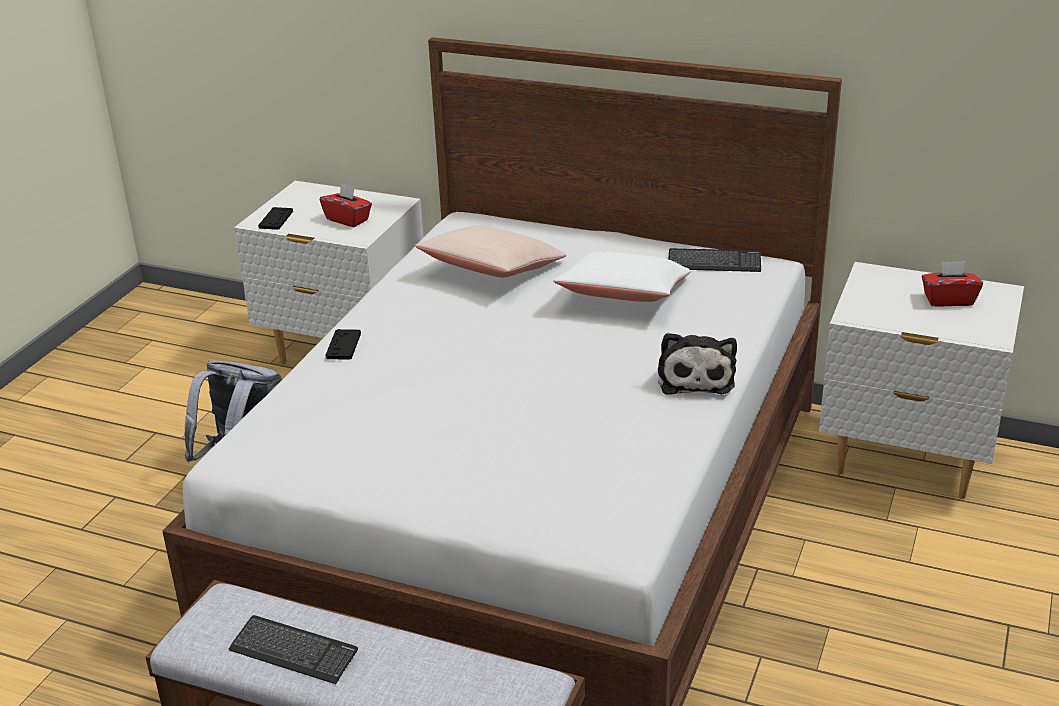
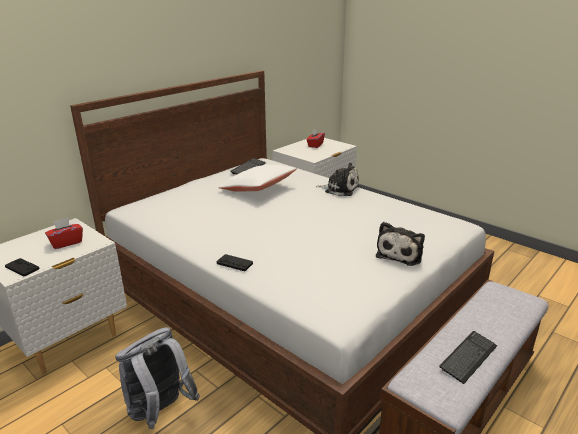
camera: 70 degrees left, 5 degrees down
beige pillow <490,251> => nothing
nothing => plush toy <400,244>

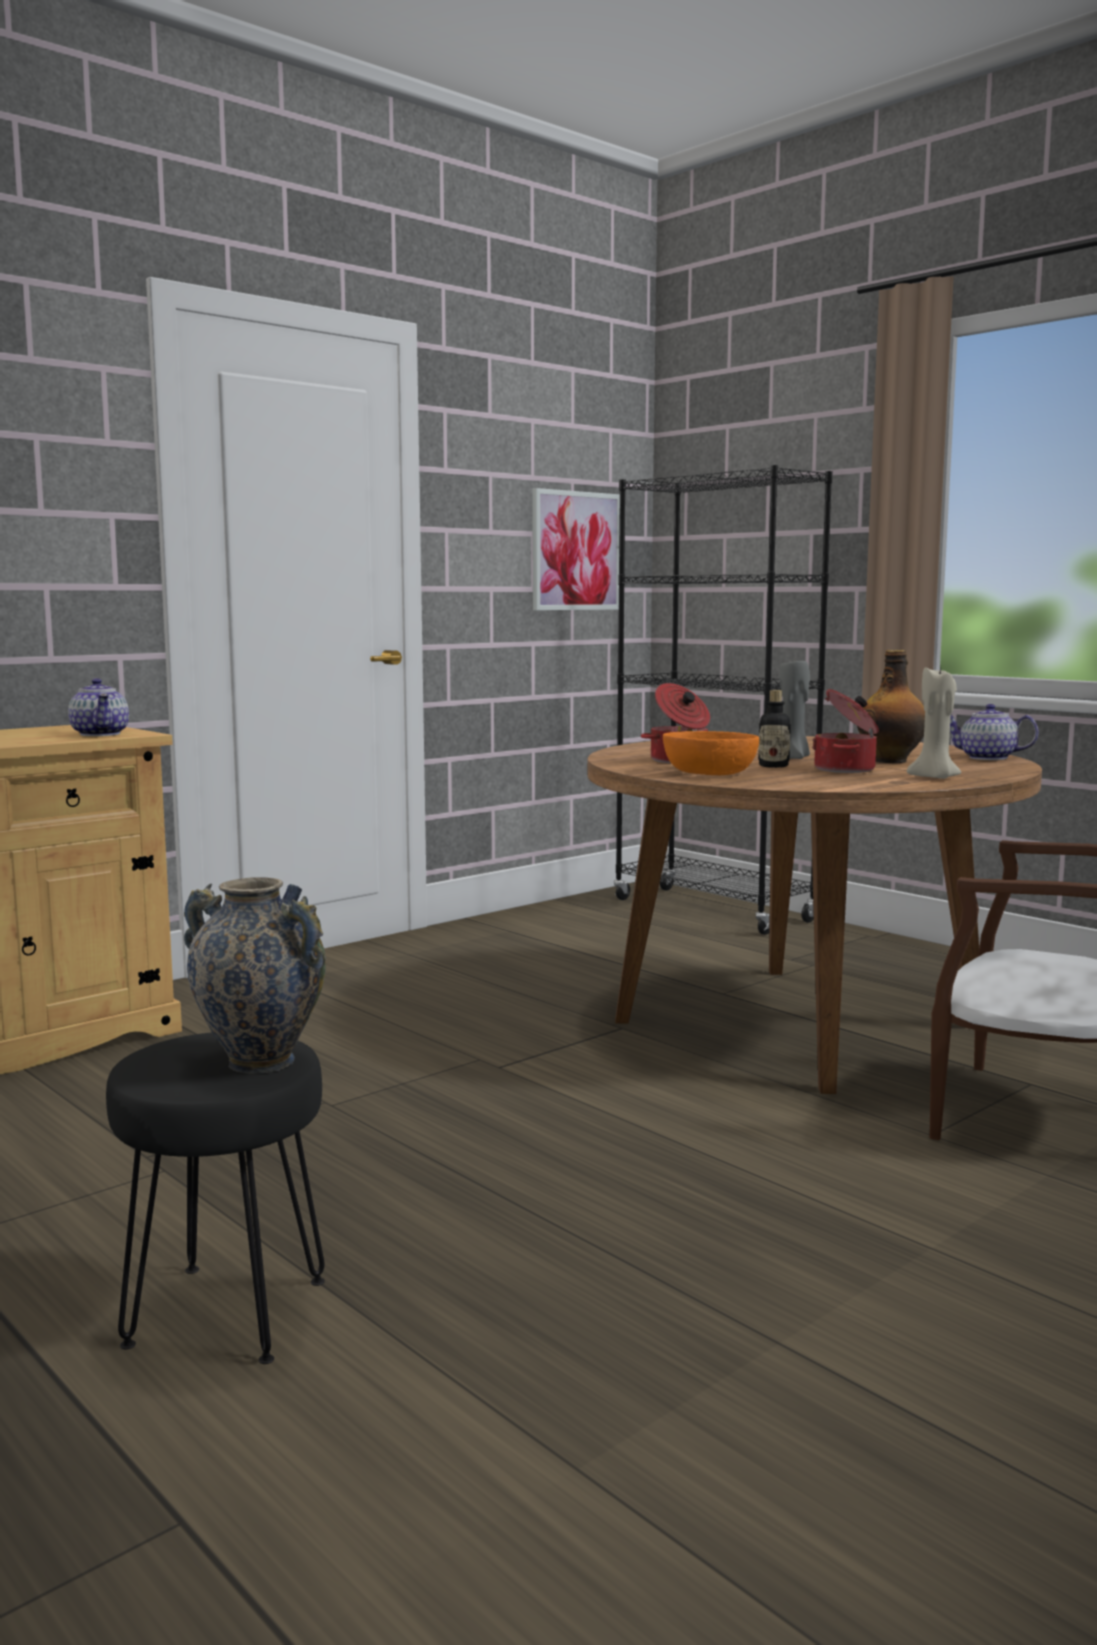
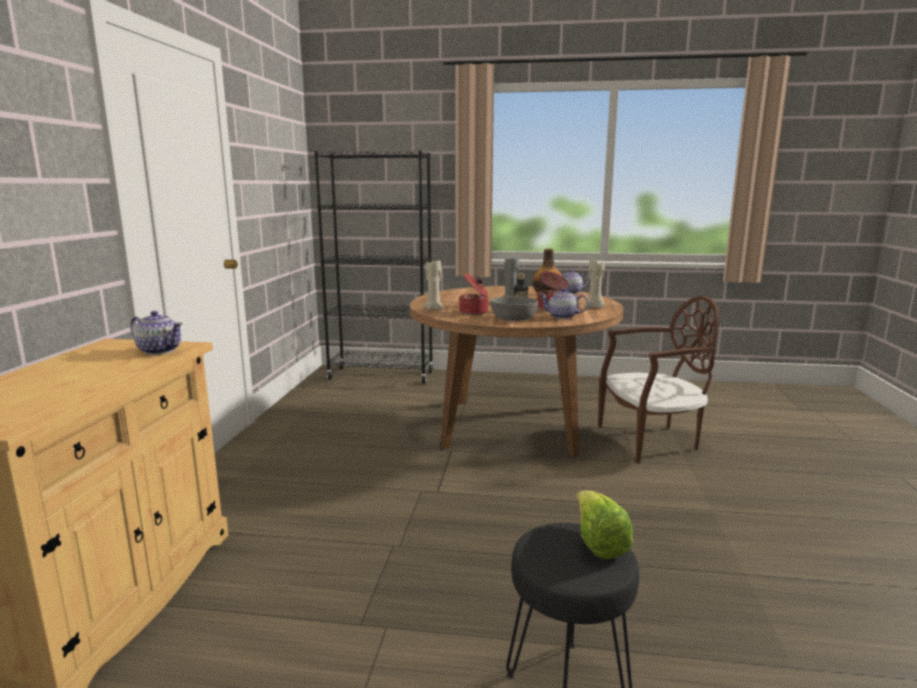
camera: 40 degrees left, 5 degrees up
picture <576,549> => nothing
orange bowl <711,753> => grey bowl <514,309>
vase <255,975> => lettuce <604,524>
nothing => beige candle <433,285>
nothing => teapot <564,303>

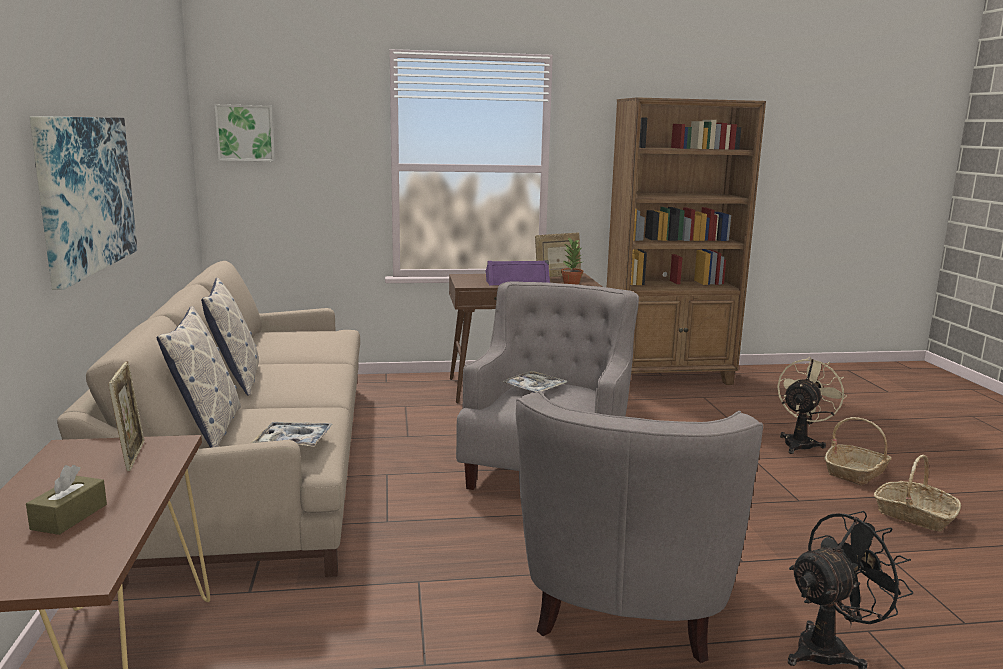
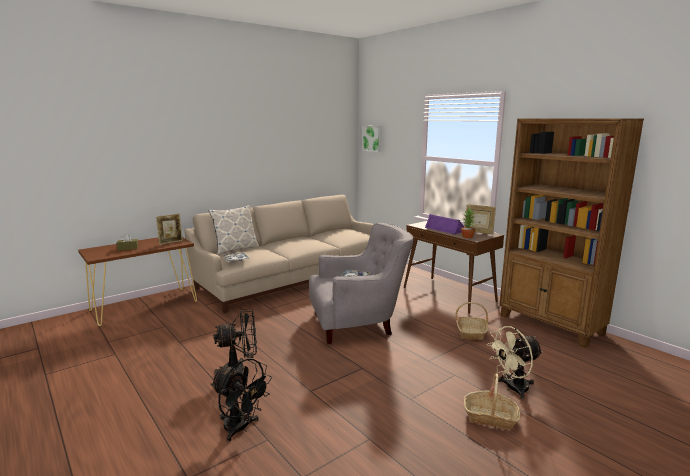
camera: 60 degrees right, 0 degrees up
picture <84,203> => nothing
pillow <230,337> => nothing
beige fan <812,405> => beige fan <515,362>, 150 degrees clockwise
grey armchair <639,527> => black fan <235,341>
basket <917,493> => basket <471,321>, move

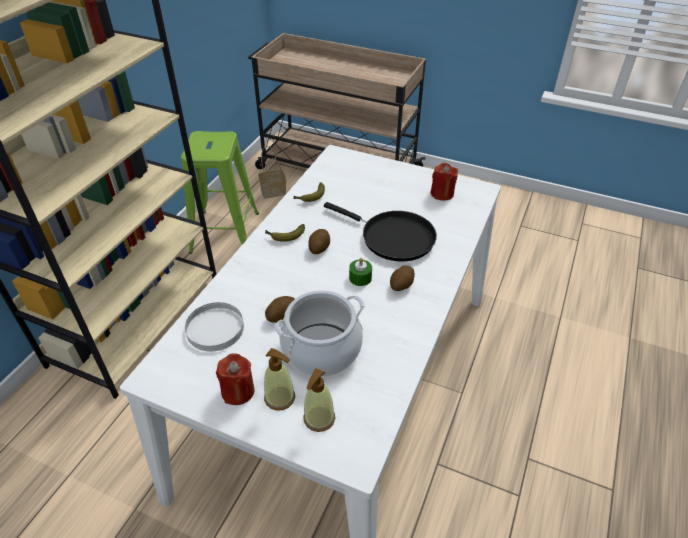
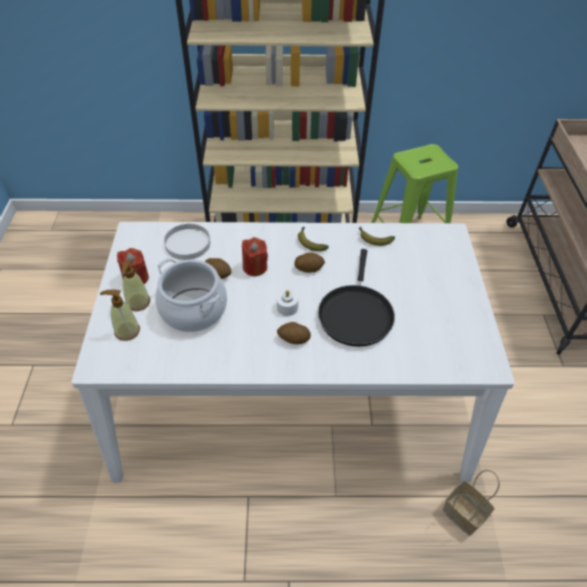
camera: 65 degrees right, 5 degrees up
basket <272,172> => basket <471,503>, move
red candle <444,181> => red candle <255,256>, move
green candle <360,272> => white candle <287,303>

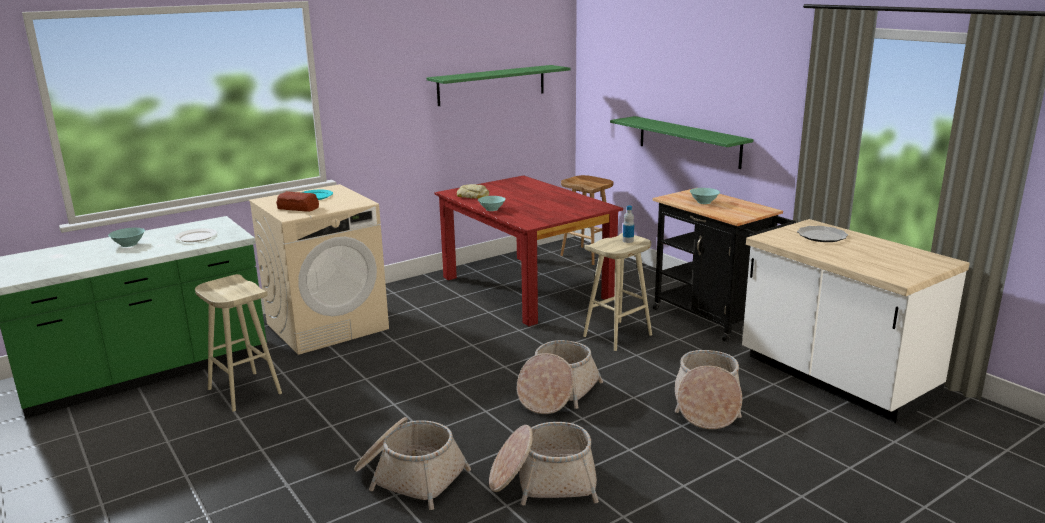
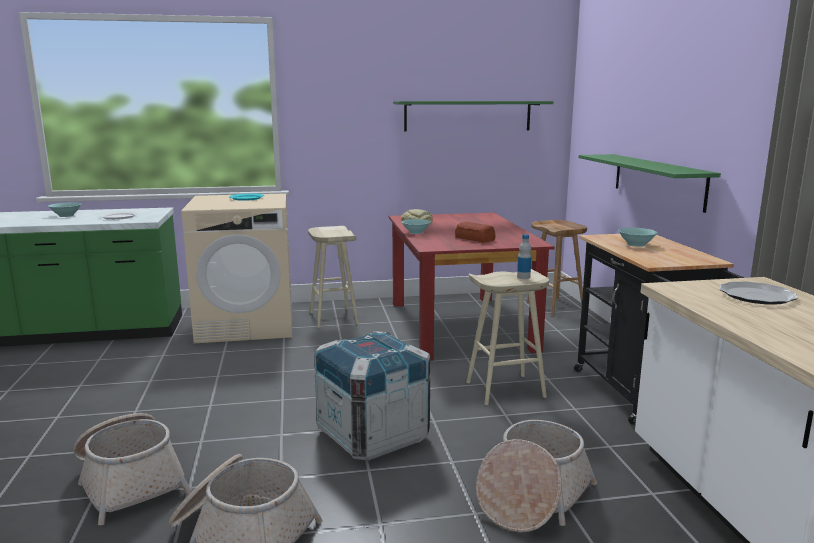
camera: 25 degrees right, 5 degrees down
bread <297,201> => bread <475,232>, move
beige stool <238,343> => beige stool <333,277>, move
basket <560,377> => crate <372,396>

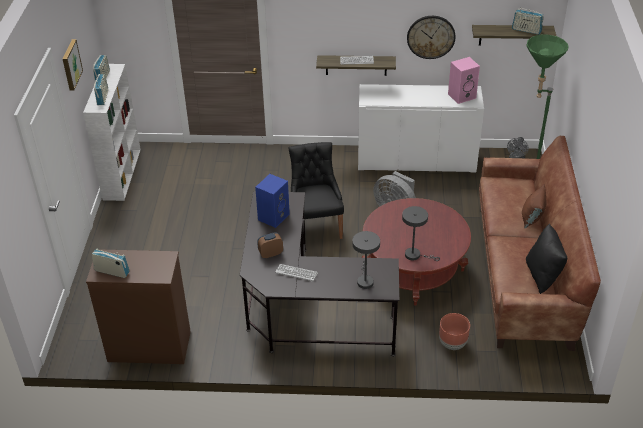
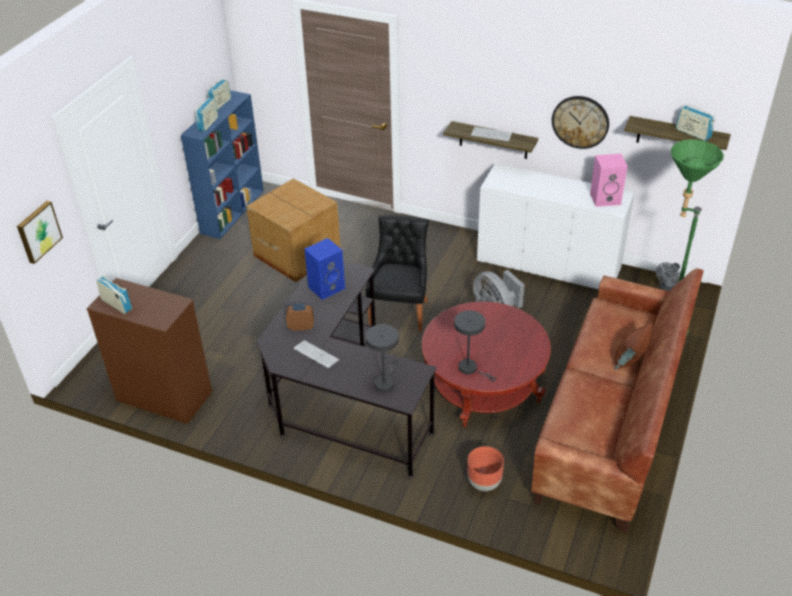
camera: 20 degrees right, 0 degrees up
picture <73,65> => picture <40,232>, move
white bookcase <112,132> => blue bookcase <222,164>
black pillow <546,258> => nothing
nothing => cardboard box <293,230>

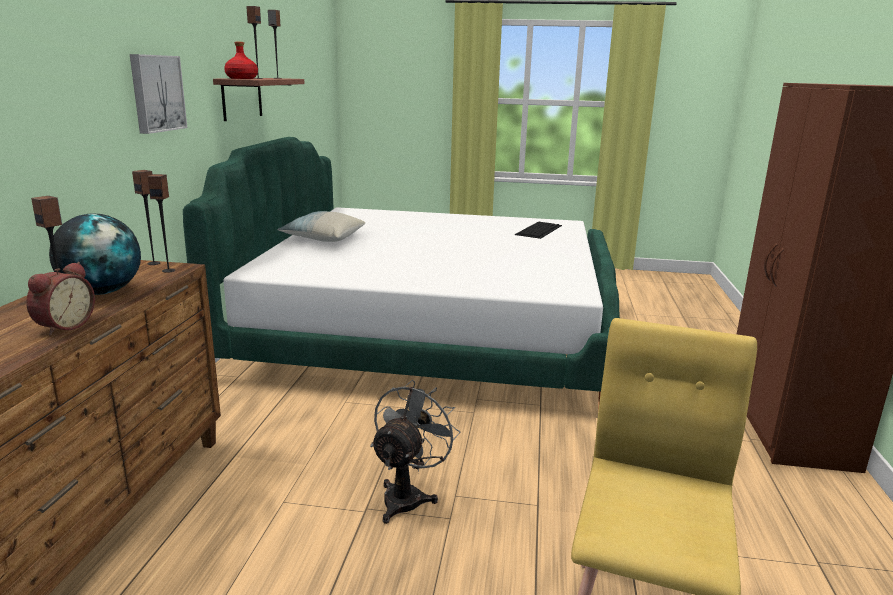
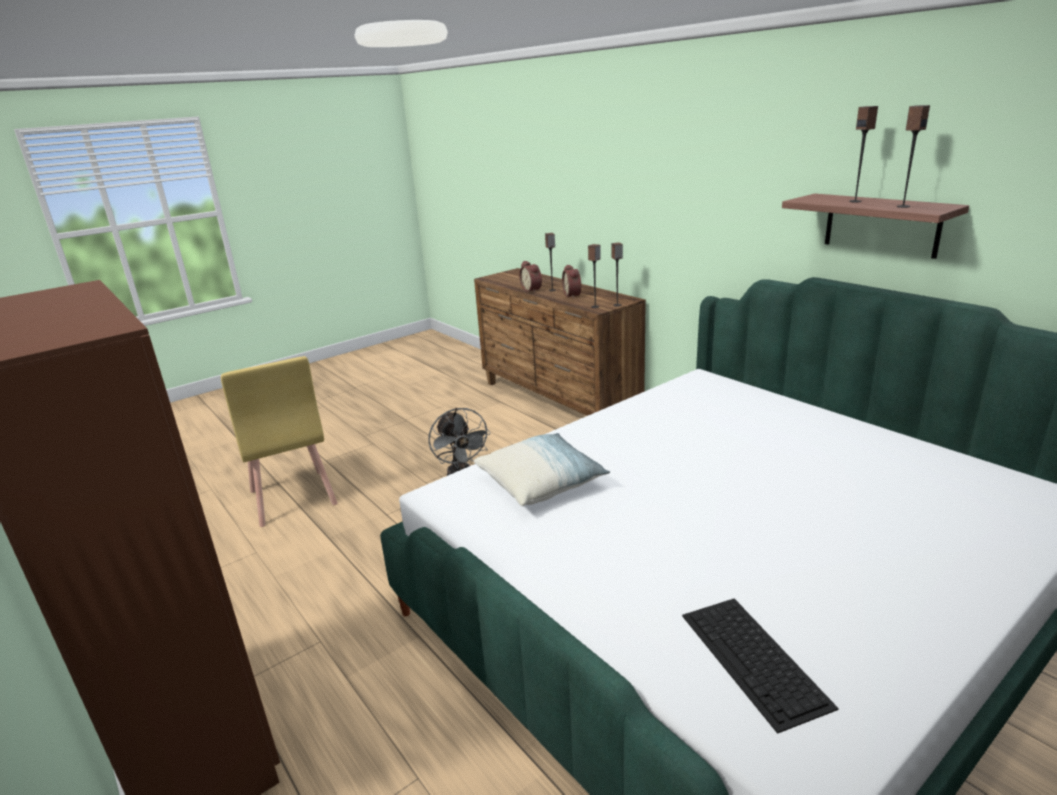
camera: 135 degrees right, 5 degrees up
red bottle <241,60> => nothing
picture <158,94> => nothing
pillow <321,226> => pillow <542,469>, move
globe <95,254> => alarm clock <571,281>

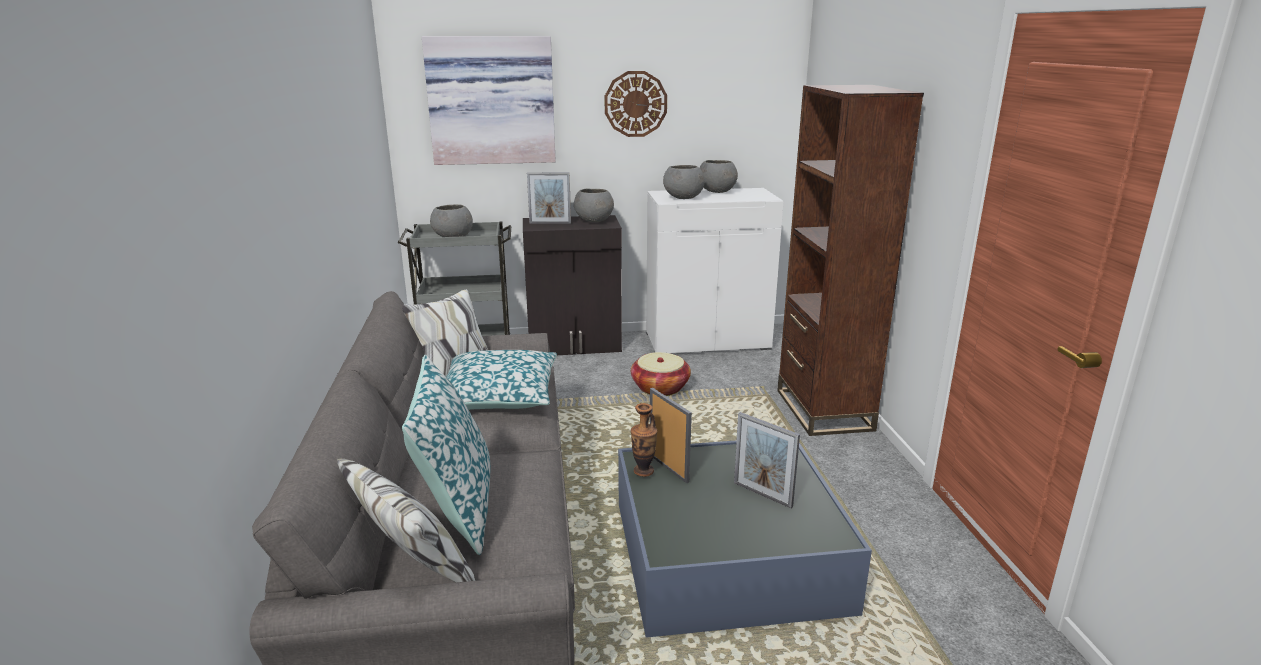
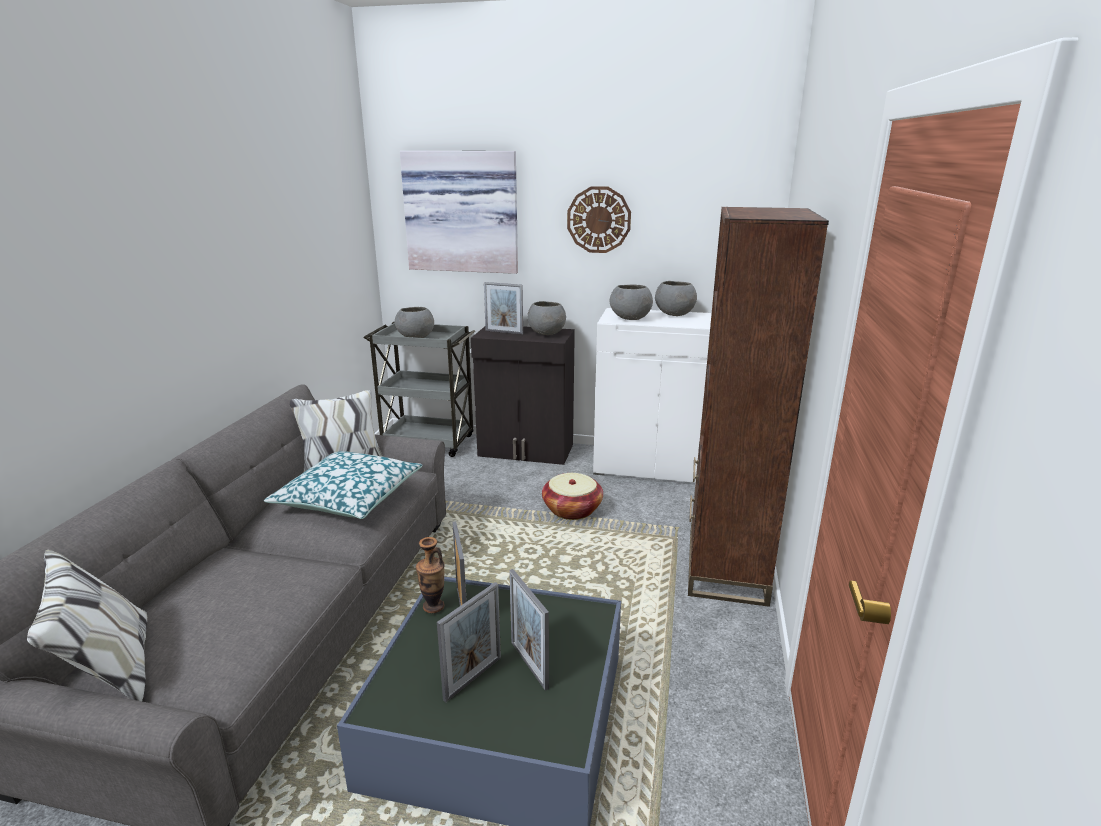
camera: 20 degrees right, 0 degrees up
pillow <446,454> => nothing
nothing => picture frame <469,642>

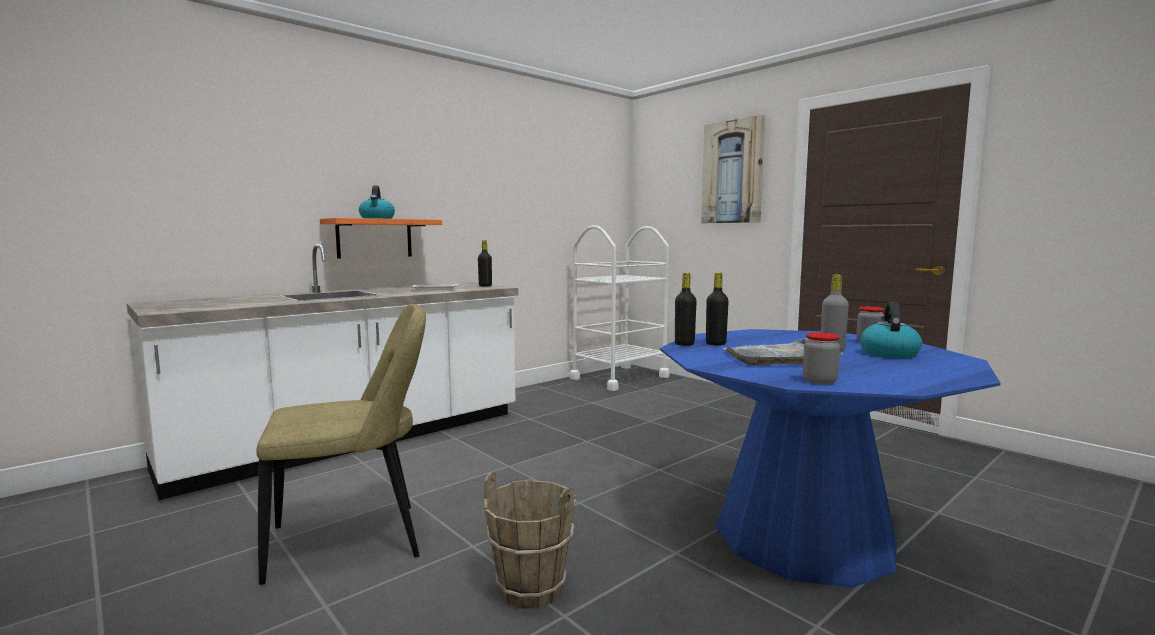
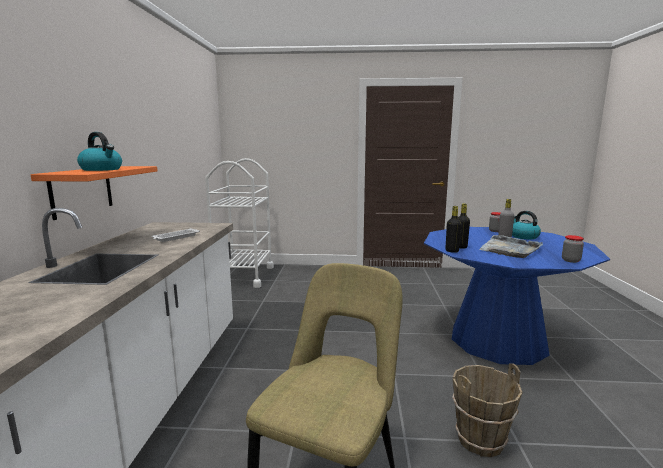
camera: 45 degrees left, 5 degrees up
picture <733,169> => nothing
black bottle <485,263> => nothing

